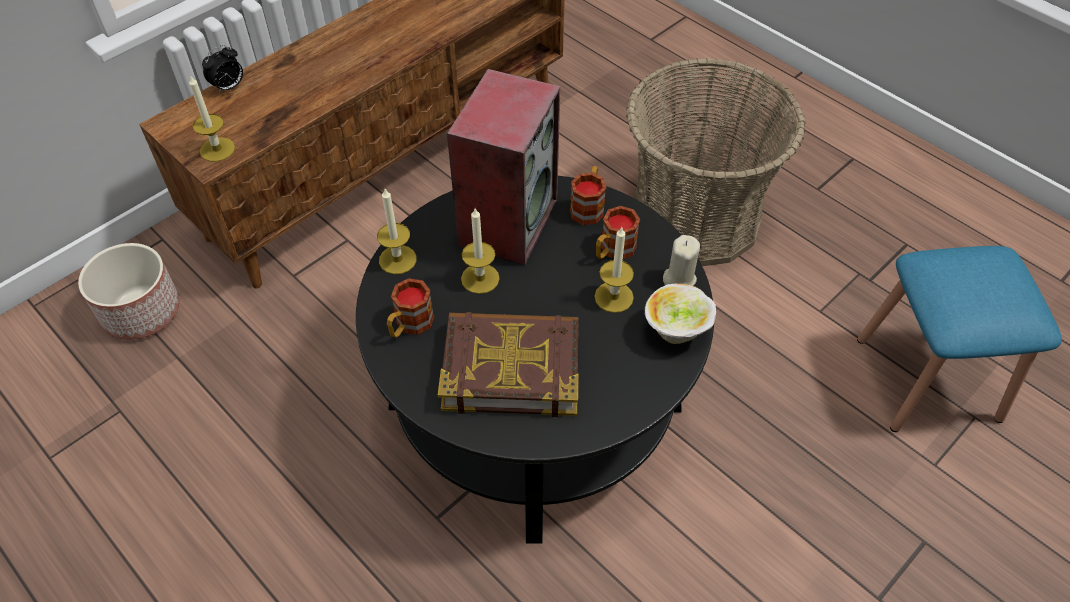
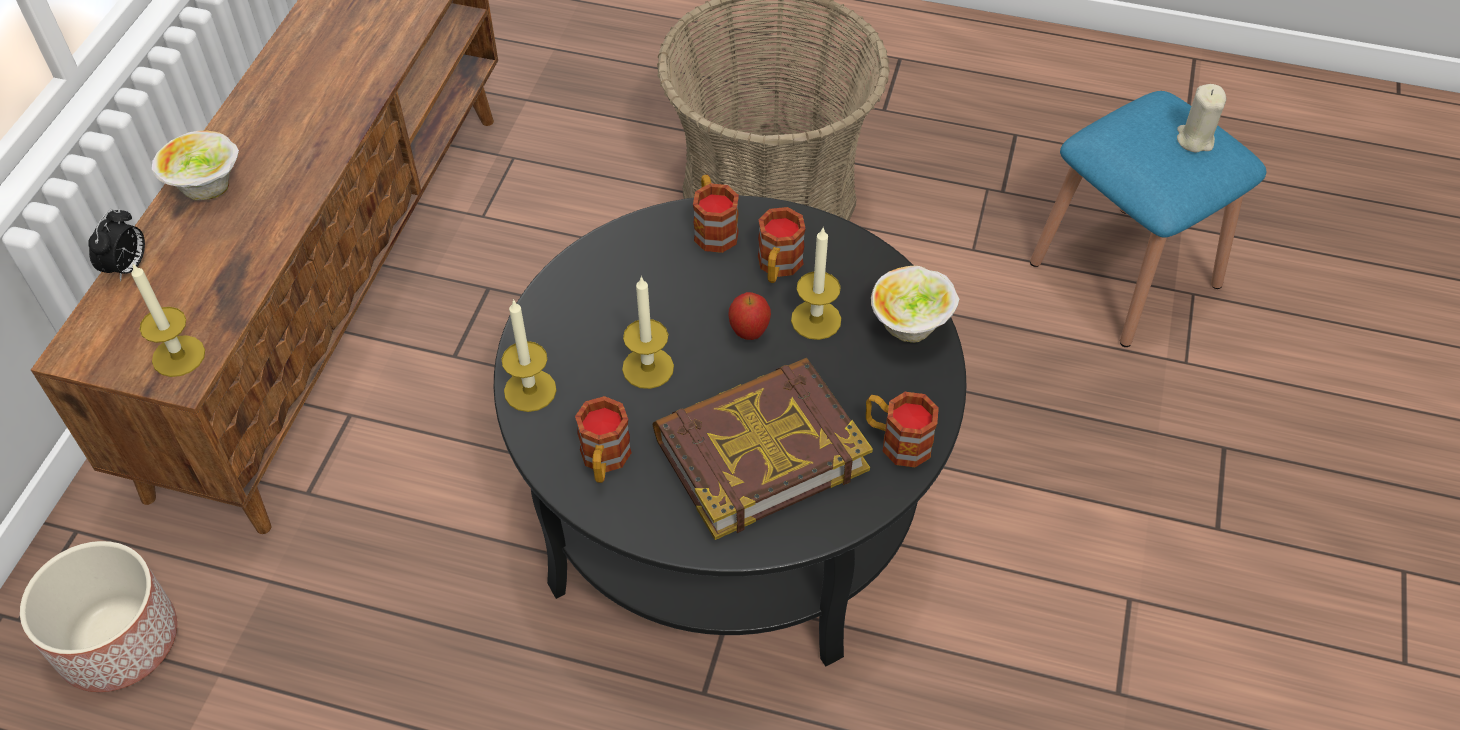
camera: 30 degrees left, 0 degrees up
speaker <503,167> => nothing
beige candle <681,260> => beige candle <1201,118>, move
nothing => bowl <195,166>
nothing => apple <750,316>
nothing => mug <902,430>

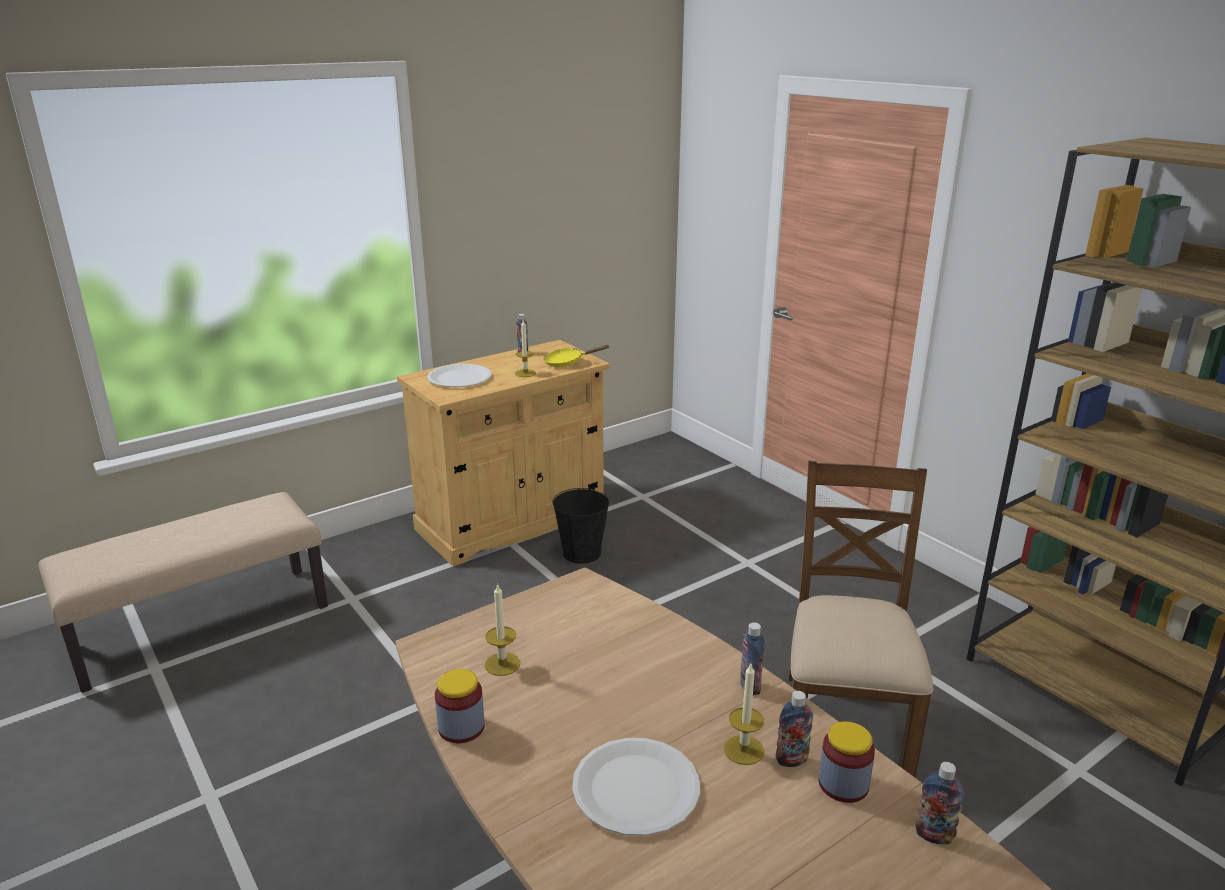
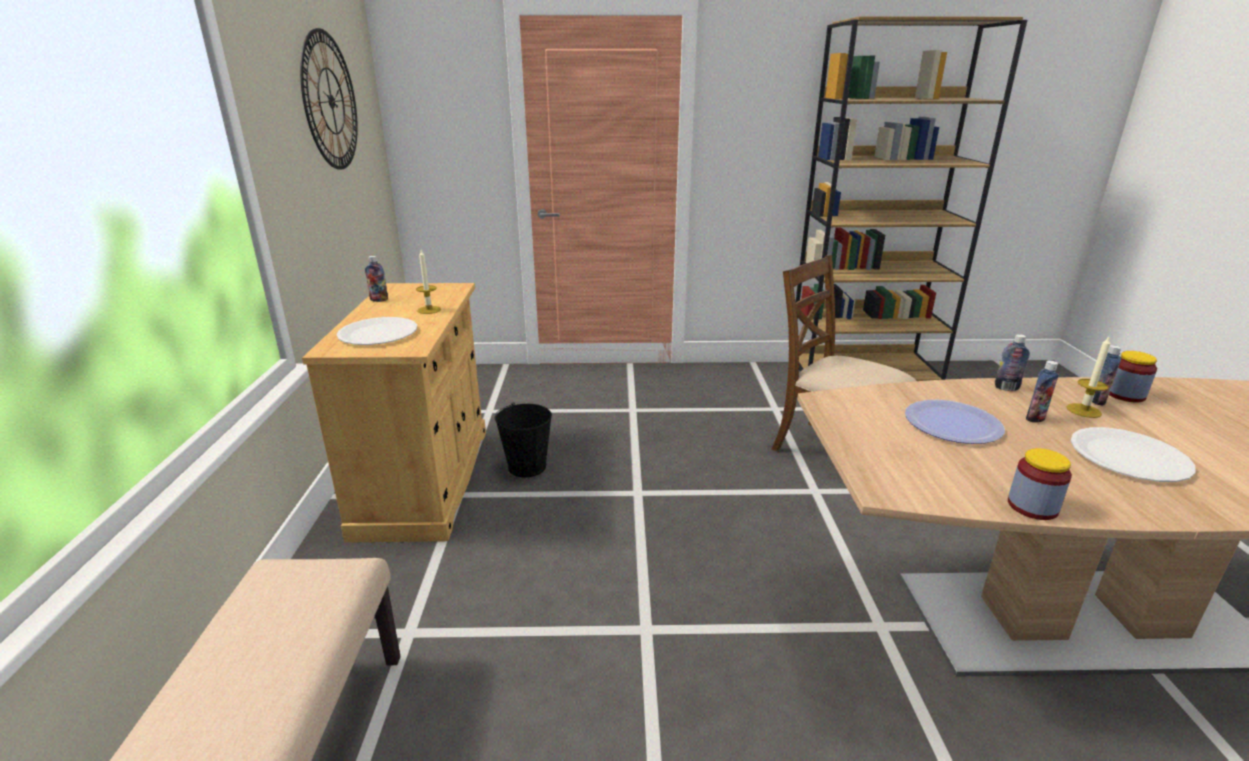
camera: 55 degrees left, 0 degrees up
yellow frying pan <577,356> => nothing
candle <502,629> => nothing
bottle <939,803> => bottle <1042,391>, move
nothing => wall clock <329,99>
nothing => plate <955,422>

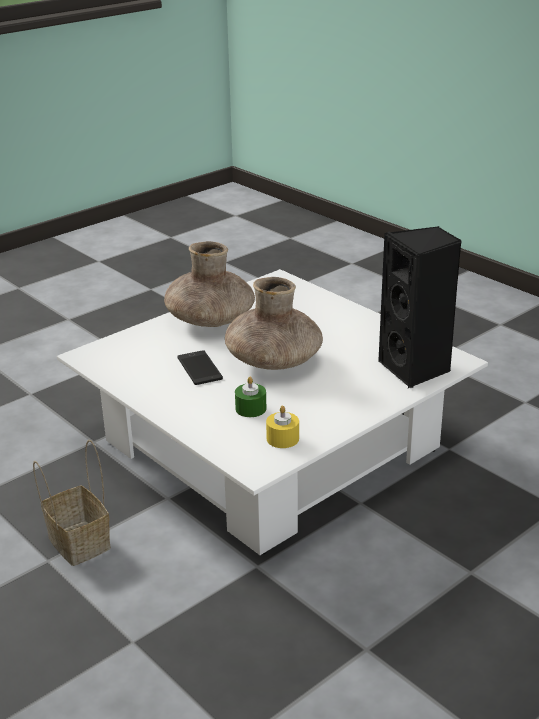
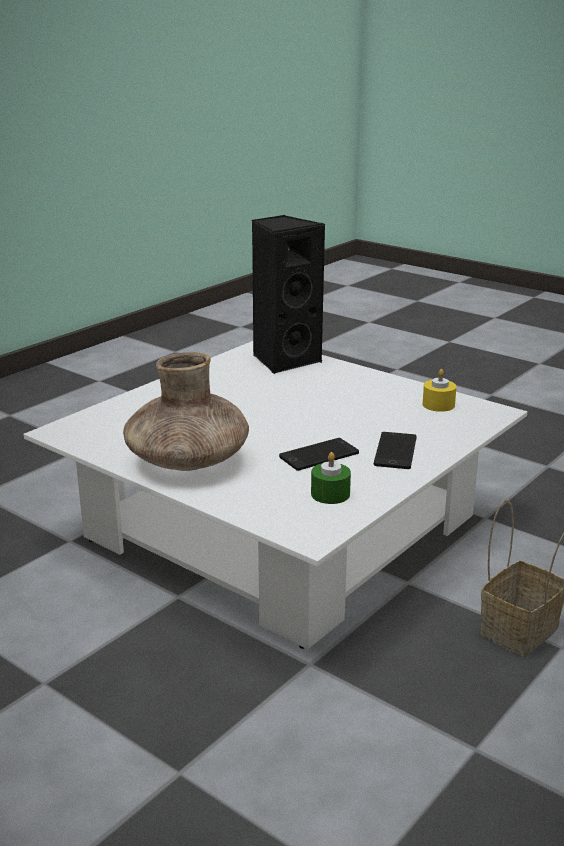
camera: 100 degrees left, 5 degrees down
brown vase <274,323> => nothing
green candle <250,397> => green candle <331,478>, move
nothing => phone <395,450>

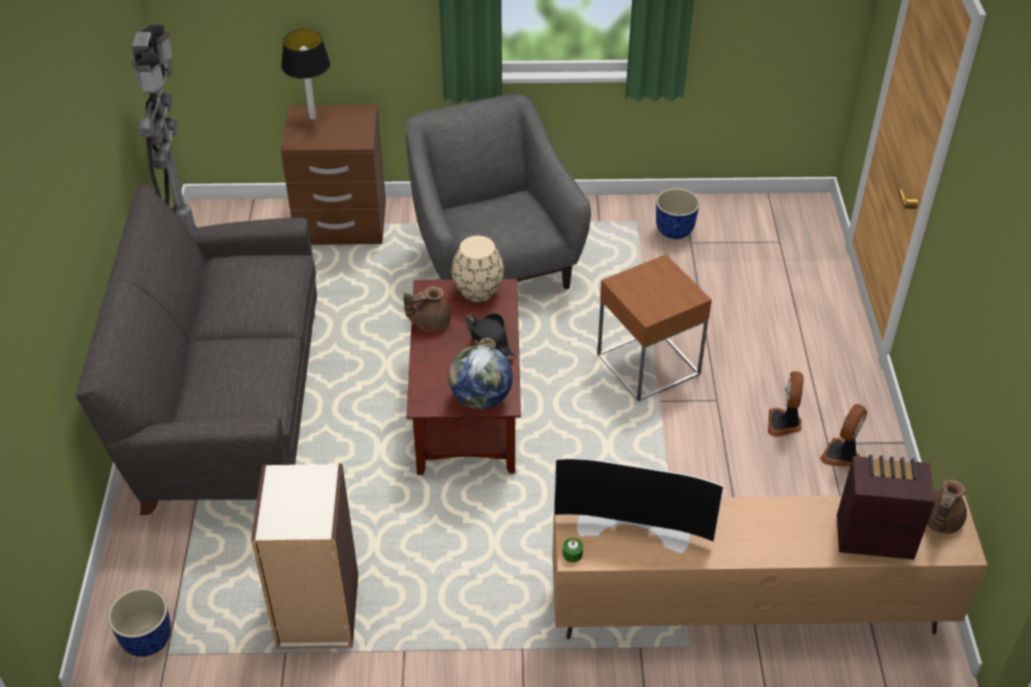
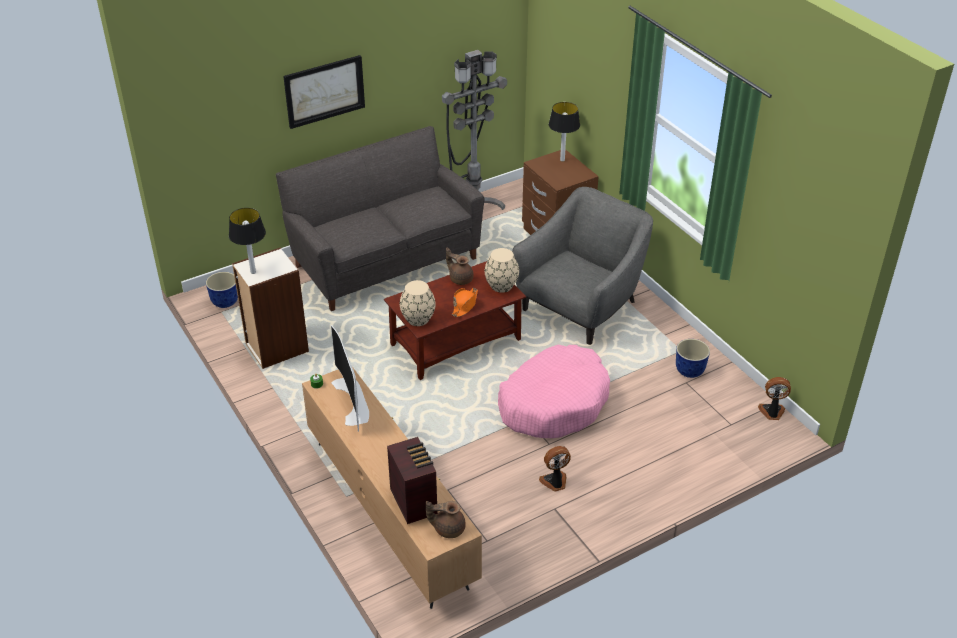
camera: 60 degrees right, 5 degrees down
brown side table <654,327> => pink dog bed <554,391>
black hat <490,336> => orange hat <465,302>
globe <481,377> => beige vase <418,303>
fan <843,435> => fan <774,398>, move
nothing => picture <324,92>
nothing => table lamp <247,241>

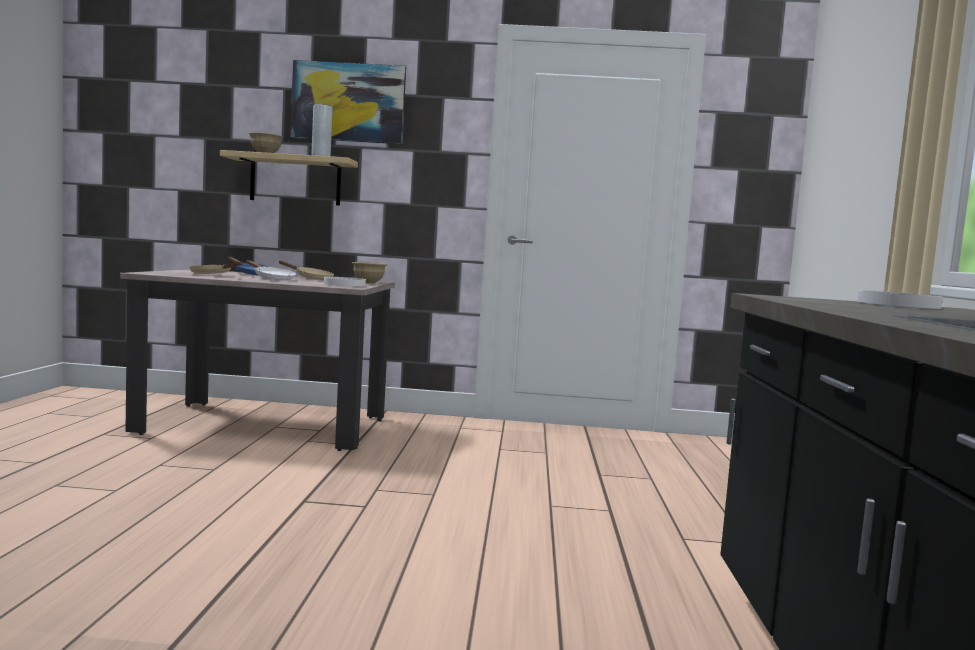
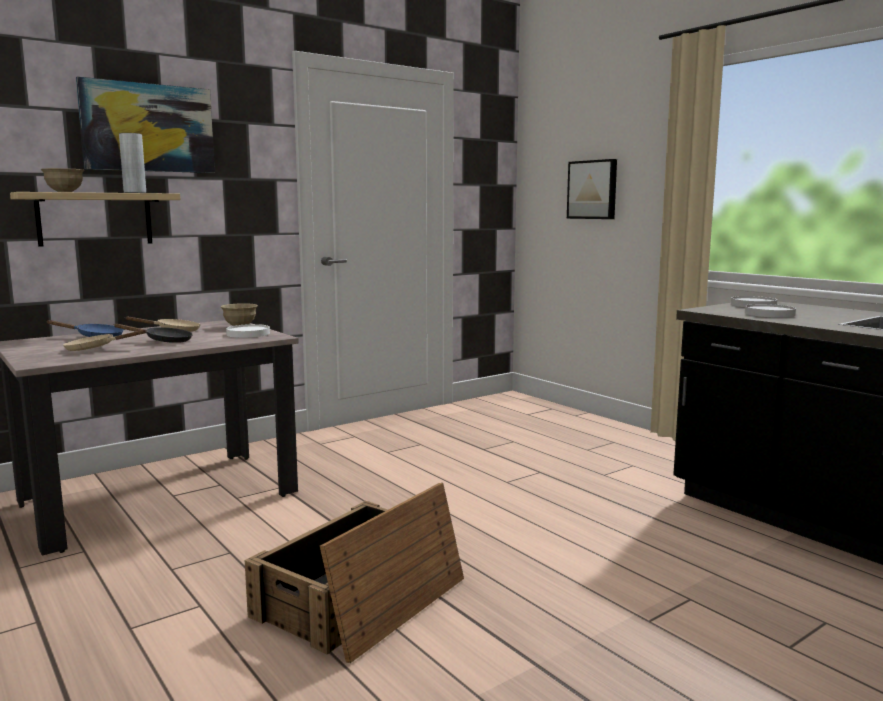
camera: 40 degrees left, 5 degrees up
white frying pan <271,270> => black frying pan <153,333>
nothing => picture <592,189>
nothing => white plate <770,311>
nothing => crate <354,573>

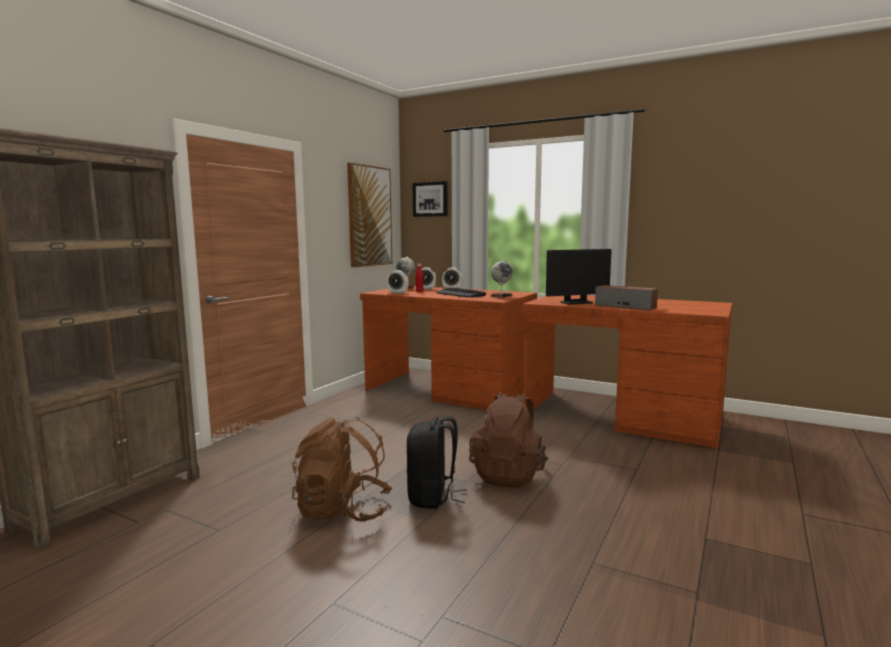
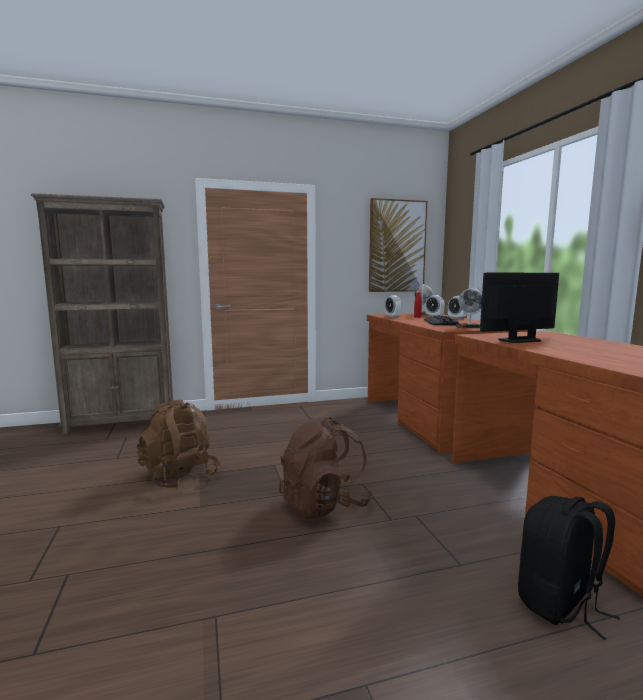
camera: 45 degrees right, 0 degrees up
picture <429,199> => nothing
monitor <579,277> => monitor <519,308>, 135 degrees clockwise
speaker <626,297> => nothing
black backpack <437,462> => black backpack <569,568>, move

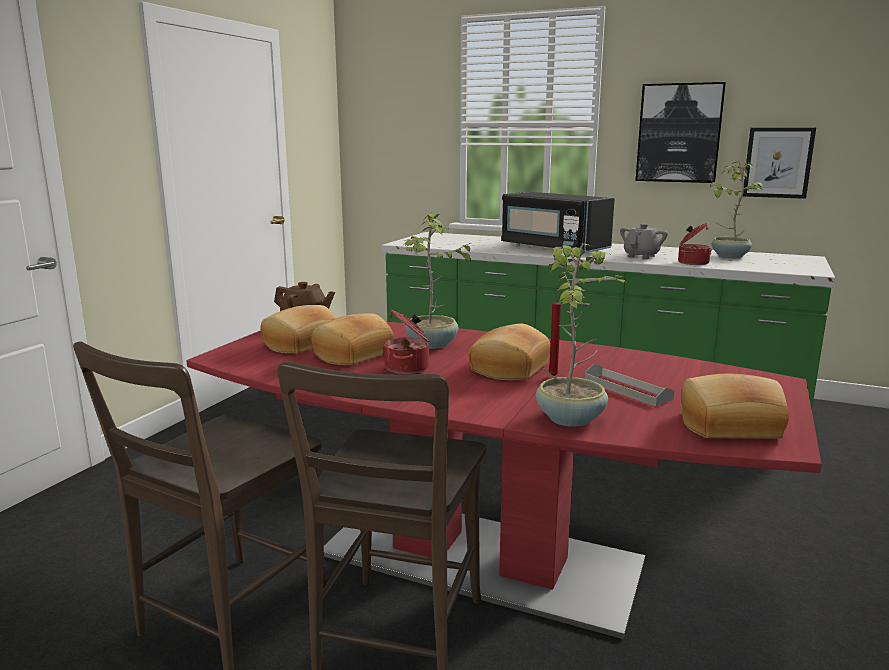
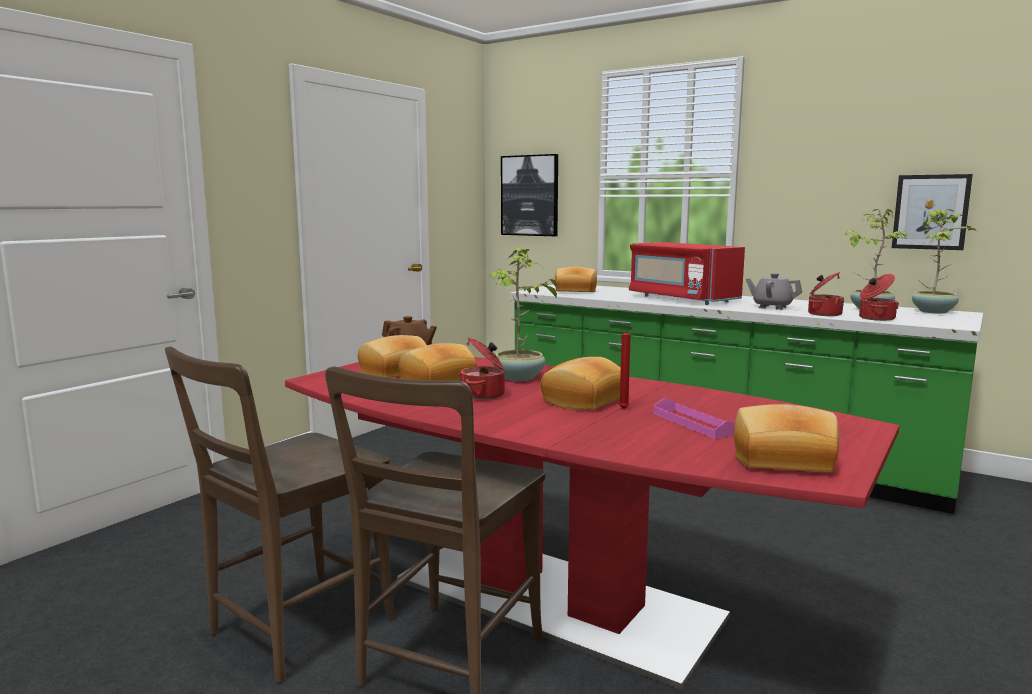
camera: 10 degrees right, 5 degrees down
picture <680,132> => picture <529,195>, move
black microwave <558,223> => red microwave <687,273>
grey teapot <644,241> => grey teapot <774,291>, 105 degrees counterclockwise
potted plant <583,335> => potted plant <944,261>, move
grey tray <629,385> => pink tray <694,418>
nothing => bread <576,279>
nothing => cooking pot <879,297>

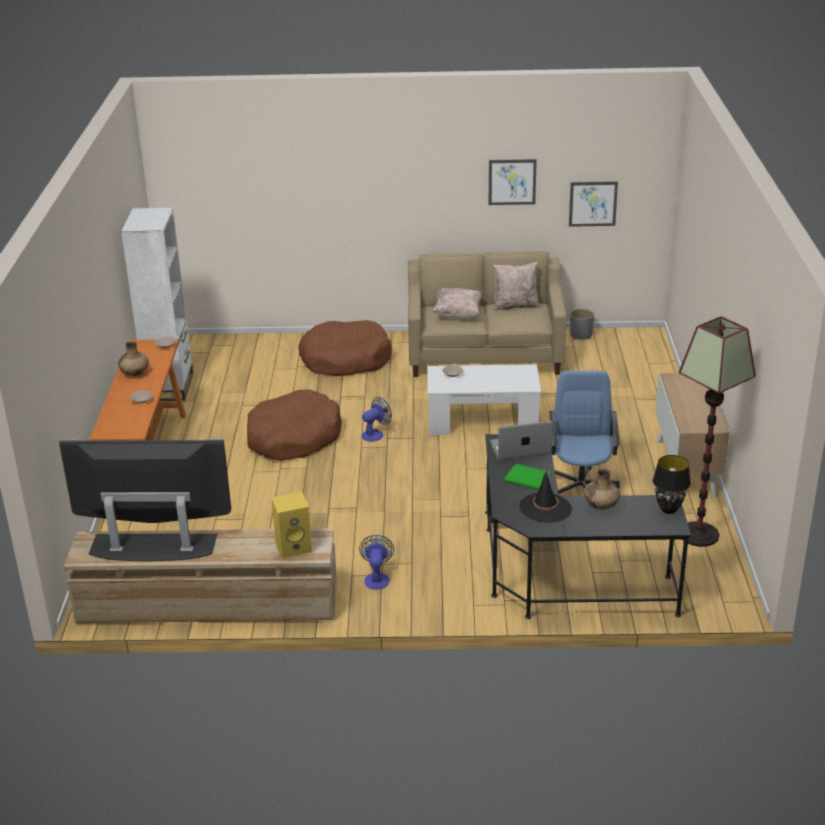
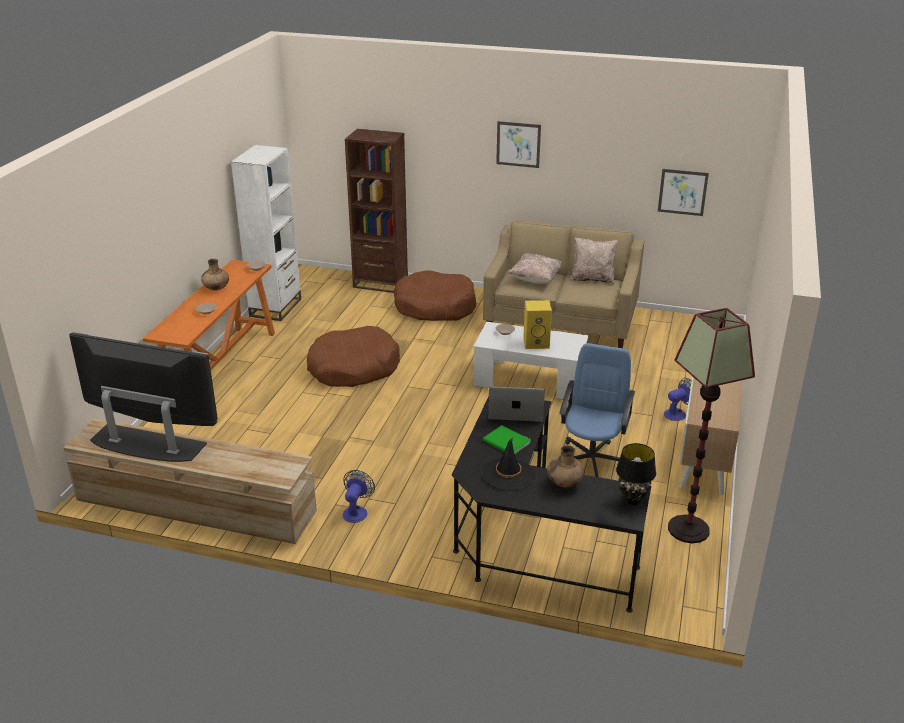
camera: 15 degrees right, 0 degrees up
picture <513,182> => picture <518,144>, move
grey planter <582,324> => nothing
fan <376,419> => fan <678,399>, move
yellow speaker <292,525> => yellow speaker <537,324>, move
nothing => brown bookcase <376,211>

